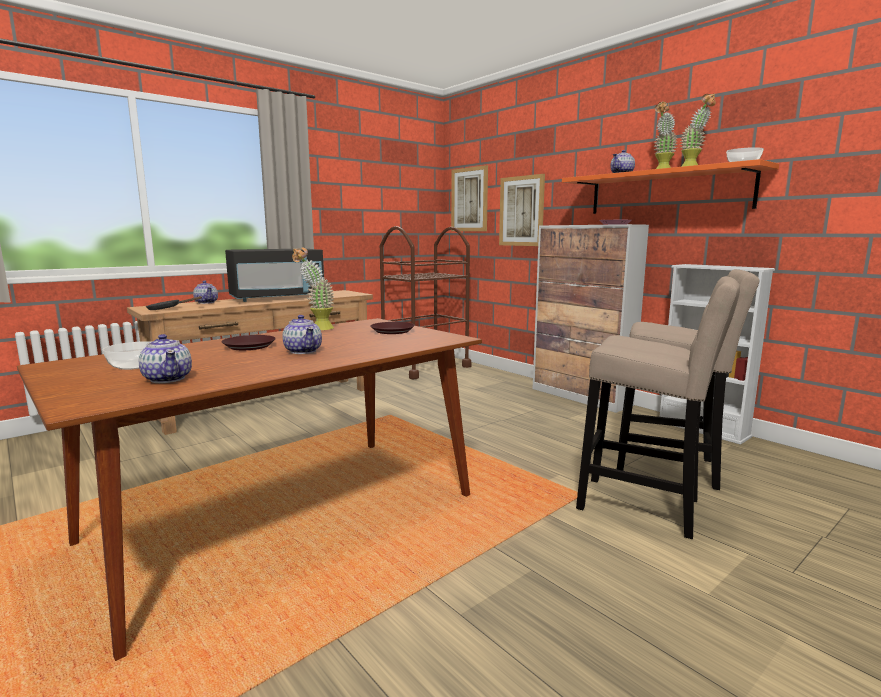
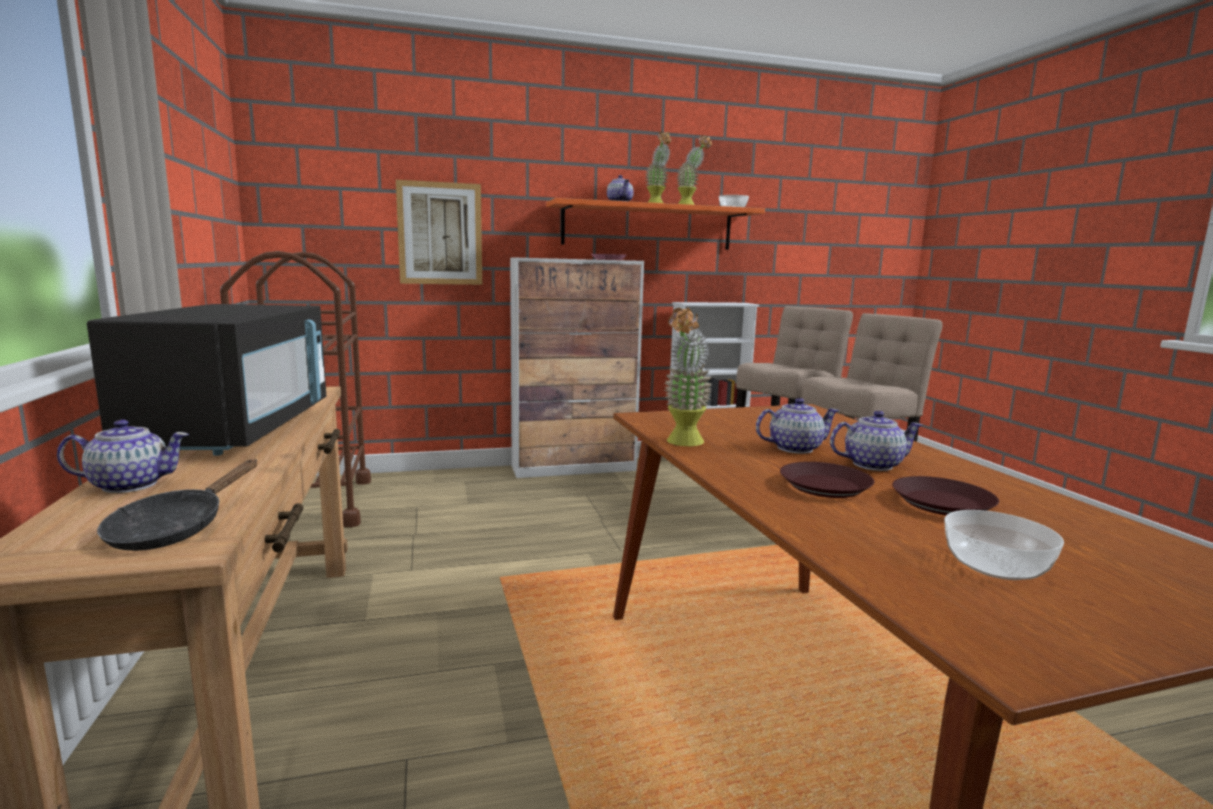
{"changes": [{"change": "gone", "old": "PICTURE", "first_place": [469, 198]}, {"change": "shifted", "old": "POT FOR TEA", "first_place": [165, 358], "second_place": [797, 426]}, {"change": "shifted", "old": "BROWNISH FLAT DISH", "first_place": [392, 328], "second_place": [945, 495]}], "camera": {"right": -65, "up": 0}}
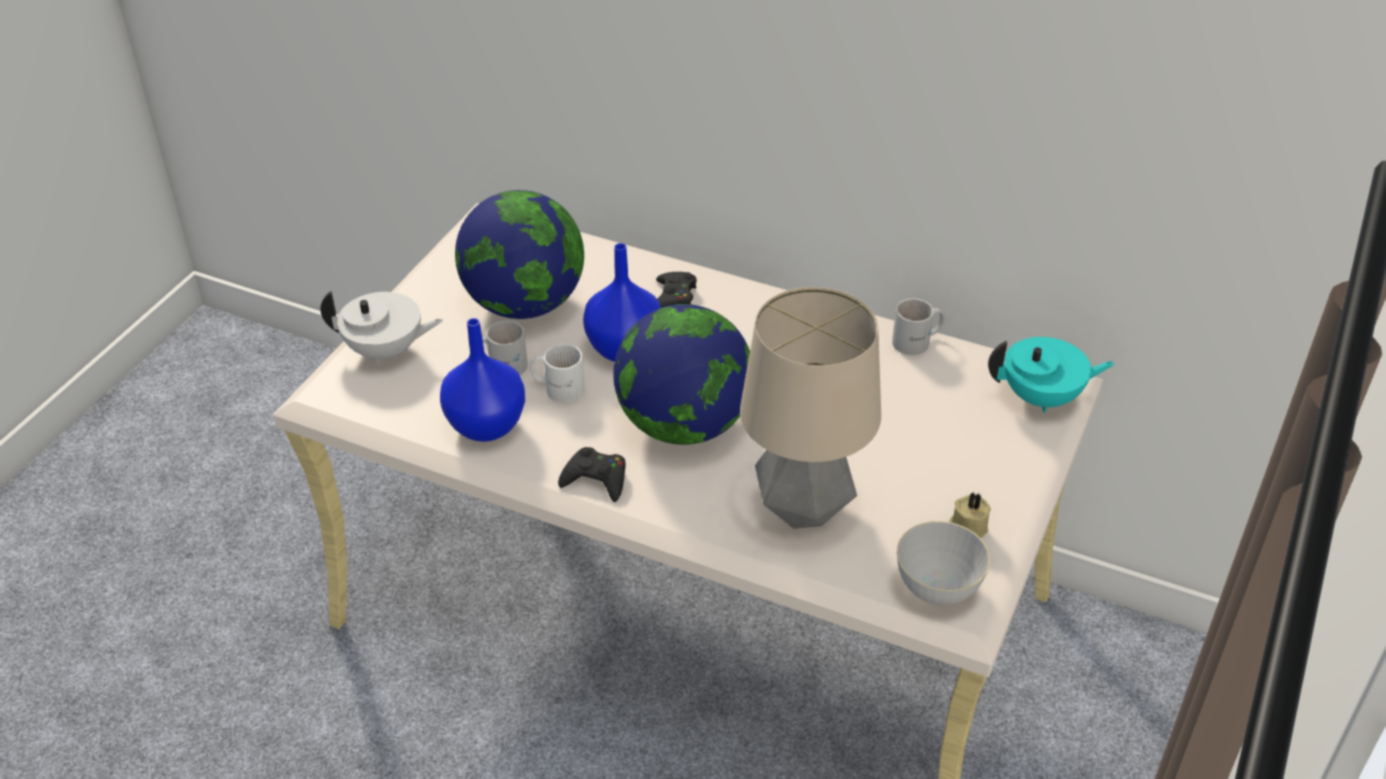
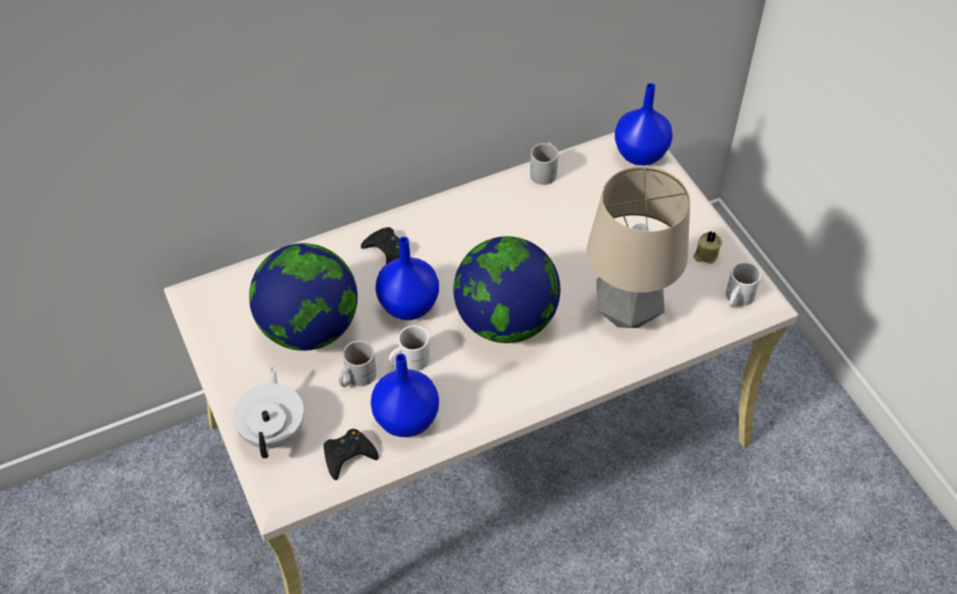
{"changes": [{"change": "shifted", "old": "BLACKISH GAME CONTROLLER", "first_place": [592, 474], "second_place": [351, 454]}, {"change": "swapped", "old": "GREY DEEP DISH", "new": "WHITE TEA MUG", "first_place": [943, 563], "second_place": [743, 285]}, {"change": "swapped", "old": "TURQUOISE-COLOURED POT FOR TEA", "new": "BLUE VASE", "first_place": [1051, 375], "second_place": [644, 124]}, {"change": "rotated", "old": "WHITE POT FOR TEA", "first_place": [381, 328], "second_place": [268, 412], "degrees": -45}], "camera": {"right": -50, "up": 10}}
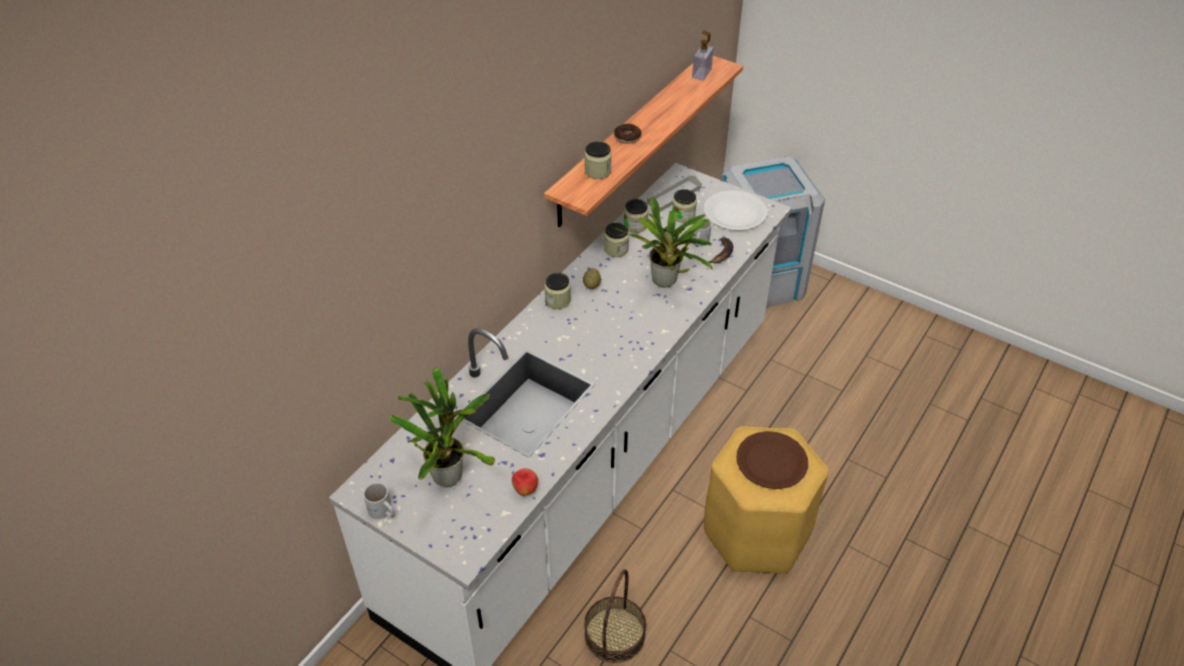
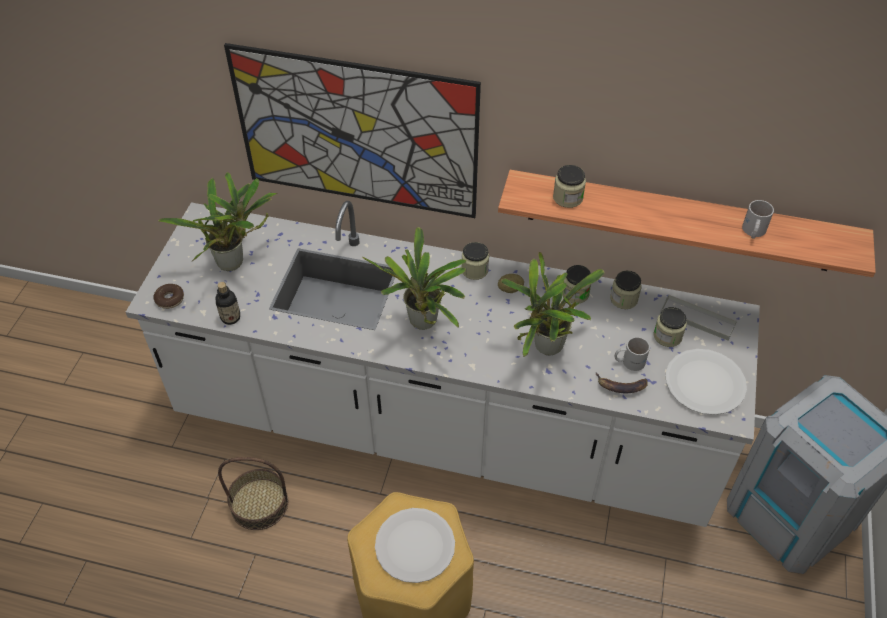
{"changes": [{"change": "gone", "old": "LIQUID SOAP BOTTLE", "first_place": [703, 55]}, {"change": "new", "new": "PICTURE", "second_place": [352, 130]}, {"change": "new", "new": "POTTED PLANT", "second_place": [414, 278]}, {"change": "shifted", "old": "WHITE TEA MUG", "first_place": [379, 501], "second_place": [758, 219]}, {"change": "shifted", "old": "DOUGHNUT", "first_place": [628, 134], "second_place": [168, 296]}, {"change": "swapped", "old": "WHOLE APPLE", "new": "DRINK BOTTLE", "first_place": [525, 482], "second_place": [227, 303]}, {"change": "repainted", "old": "BROWNISH FLAT DISH", "new": "WHITE FLAT DISH", "first_place": [772, 460], "second_place": [415, 545]}], "camera": {"right": 70, "up": 5}}
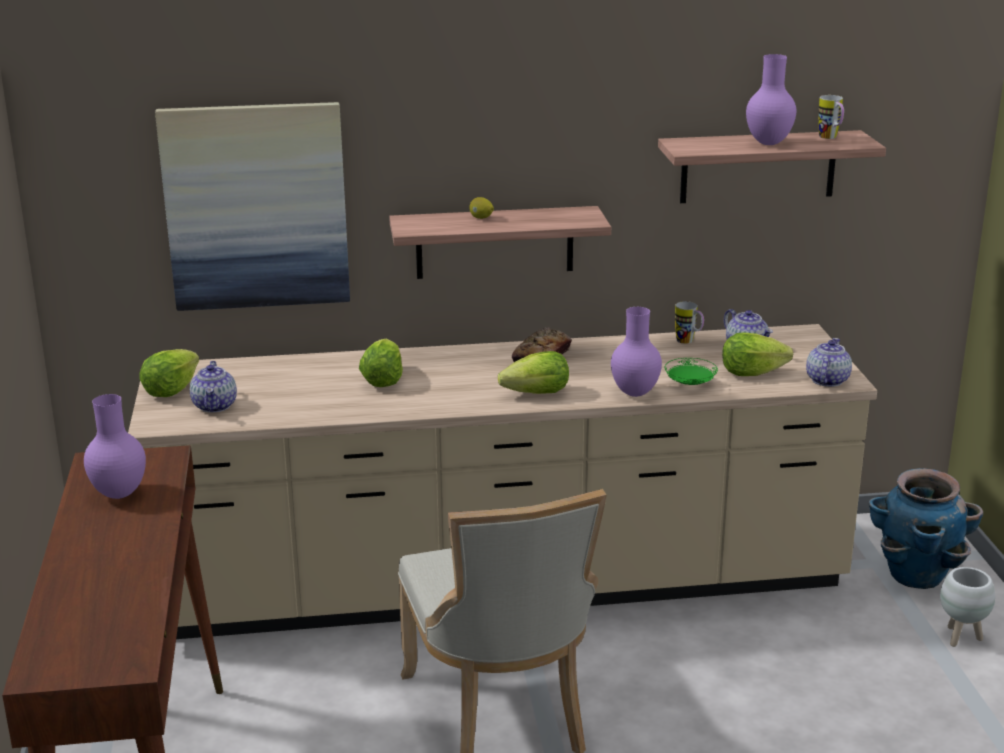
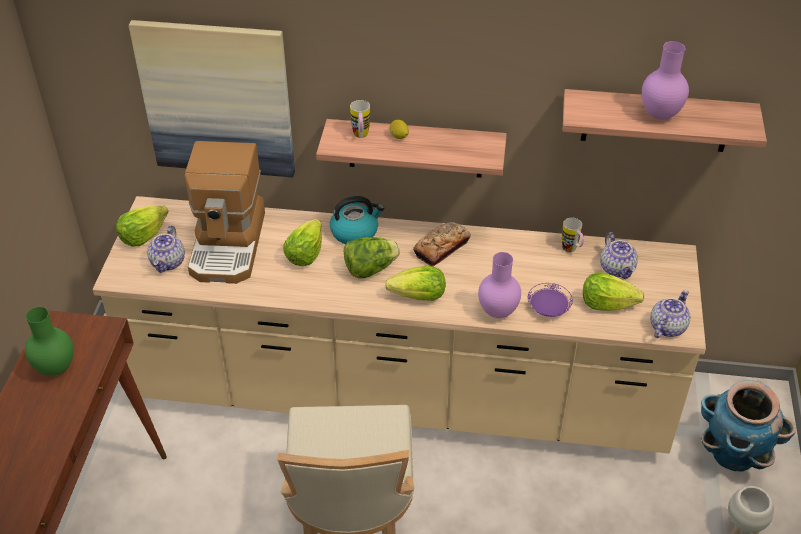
{"changes": [{"change": "new", "new": "COFFEE BREWER", "second_place": [224, 212]}, {"change": "new", "new": "KETTLE", "second_place": [357, 220]}, {"change": "new", "new": "LETTUCE HEAD", "second_place": [372, 258]}, {"change": "shifted", "old": "TEA MUG", "first_place": [831, 117], "second_place": [360, 119]}, {"change": "repainted", "old": "PURPLE-COLOURED VASE", "new": "GREEN VASE", "first_place": [115, 446], "second_place": [49, 341]}, {"change": "repainted", "old": "GREEN FLAT DISH", "new": "PURPLE-COLOURED FLAT DISH", "first_place": [691, 371], "second_place": [550, 300]}], "camera": {"right": 15, "up": 20}}
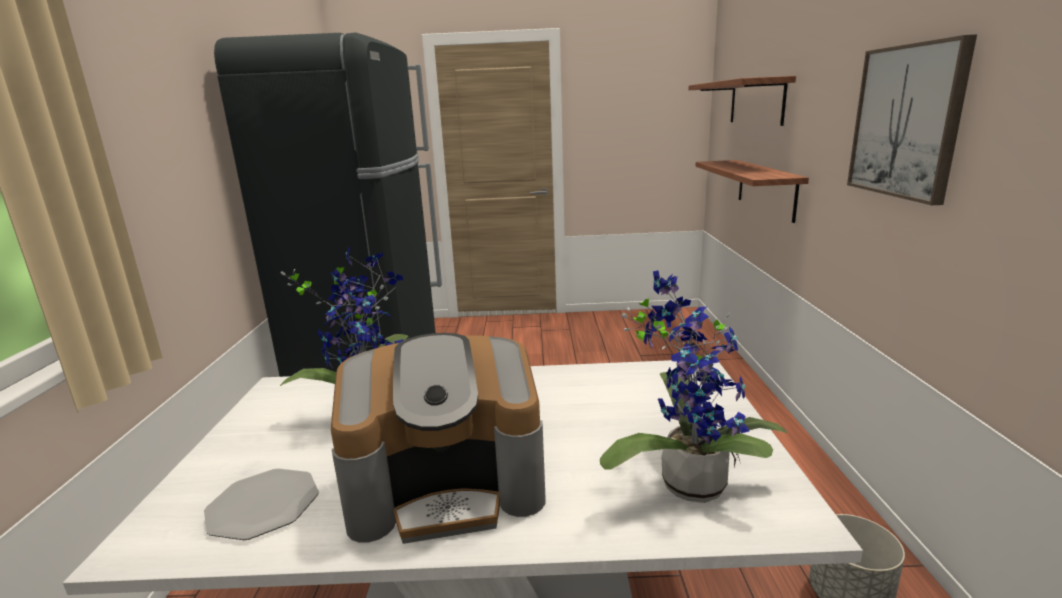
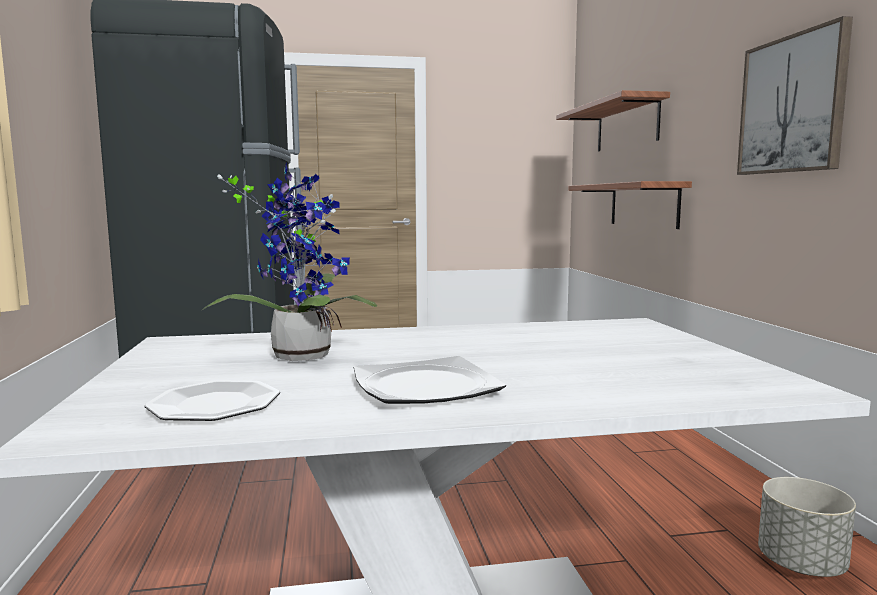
{"changes": [{"change": "gone", "old": "POTTED PLANT", "first_place": [693, 386]}, {"change": "swapped", "old": "COFFEE BREWER", "new": "FLAT DISH", "first_place": [438, 438], "second_place": [430, 380]}], "camera": {"right": -10, "up": -10}}
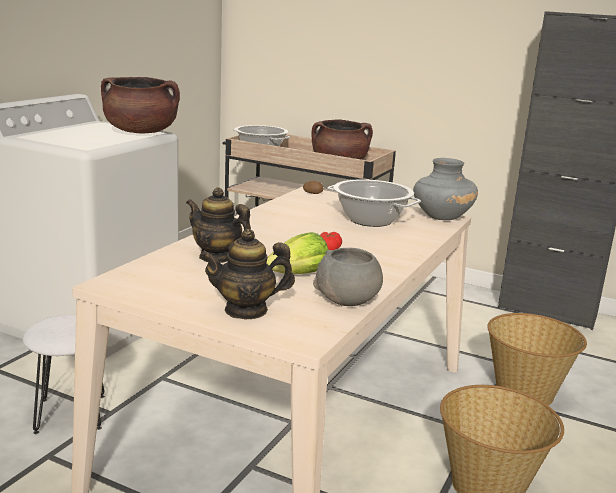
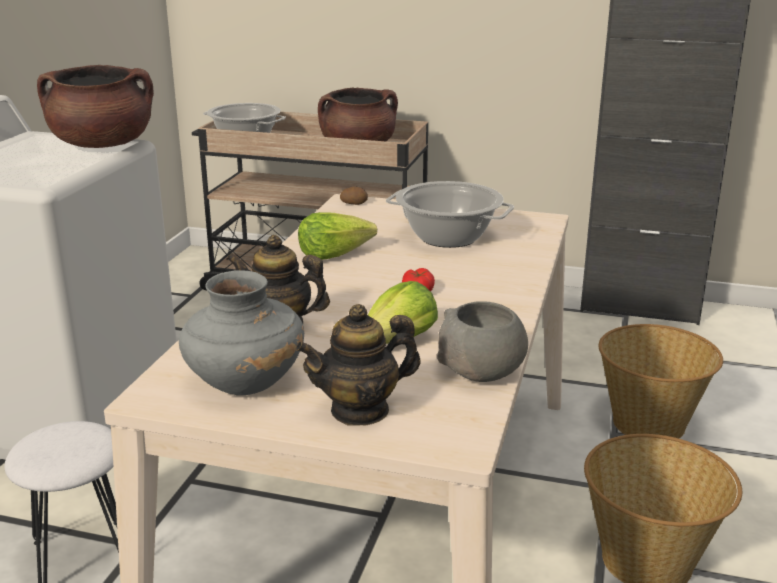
{"changes": [{"change": "new", "new": "LETTUCE HEAD", "second_place": [337, 236]}, {"change": "shifted", "old": "GREY VASE", "first_place": [445, 189], "second_place": [241, 333]}], "camera": {"right": -10, "up": 5}}
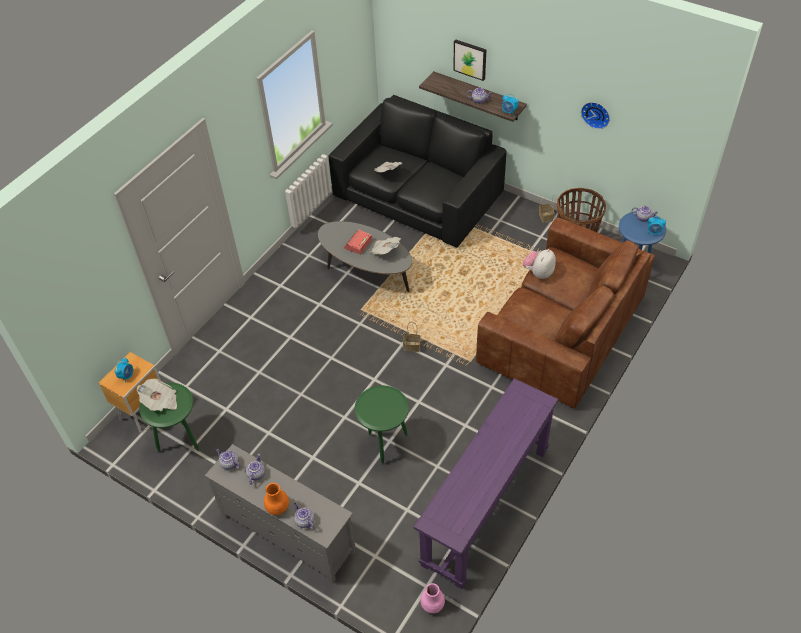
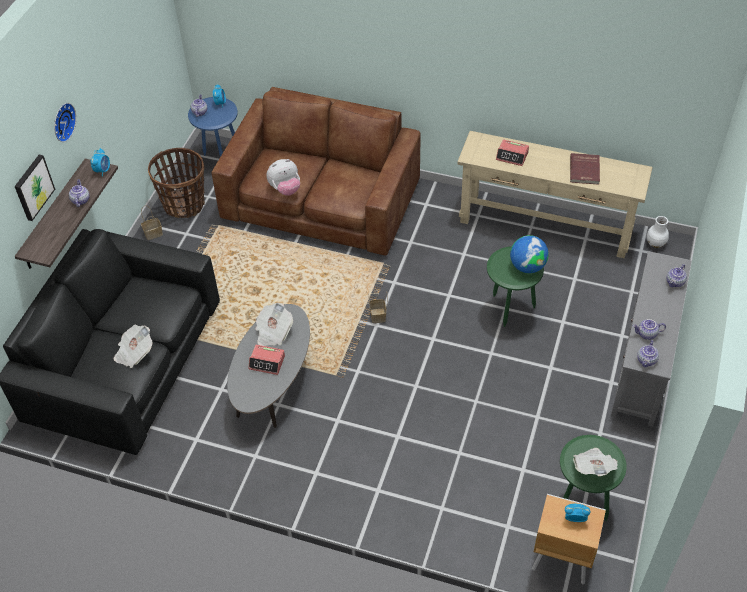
{"changes": [{"change": "gone", "old": "ORANGE-COLOURED VASE", "first_place": [276, 499]}, {"change": "new", "new": "ALARM CLOCK", "second_place": [512, 152]}, {"change": "new", "new": "DESK GLOBE", "second_place": [529, 254]}, {"change": "new", "new": "REDDISH BOUND BOOK", "second_place": [585, 169]}, {"change": "shifted", "old": "CLOCK ON THE WALL", "first_place": [595, 115], "second_place": [65, 122]}, {"change": "repainted", "old": "PURPLE-COLOURED NARROW TABLE", "new": "SAND-COLOURED NARROW TABLE", "first_place": [486, 483], "second_place": [555, 194]}, {"change": "repainted", "old": "PINK VASE", "new": "WHITE VASE", "first_place": [432, 598], "second_place": [657, 232]}, {"change": "rotated", "old": "SOFT TOY", "first_place": [539, 264], "second_place": [283, 177], "degrees": -45}], "camera": {"right": -105, "up": 0}}
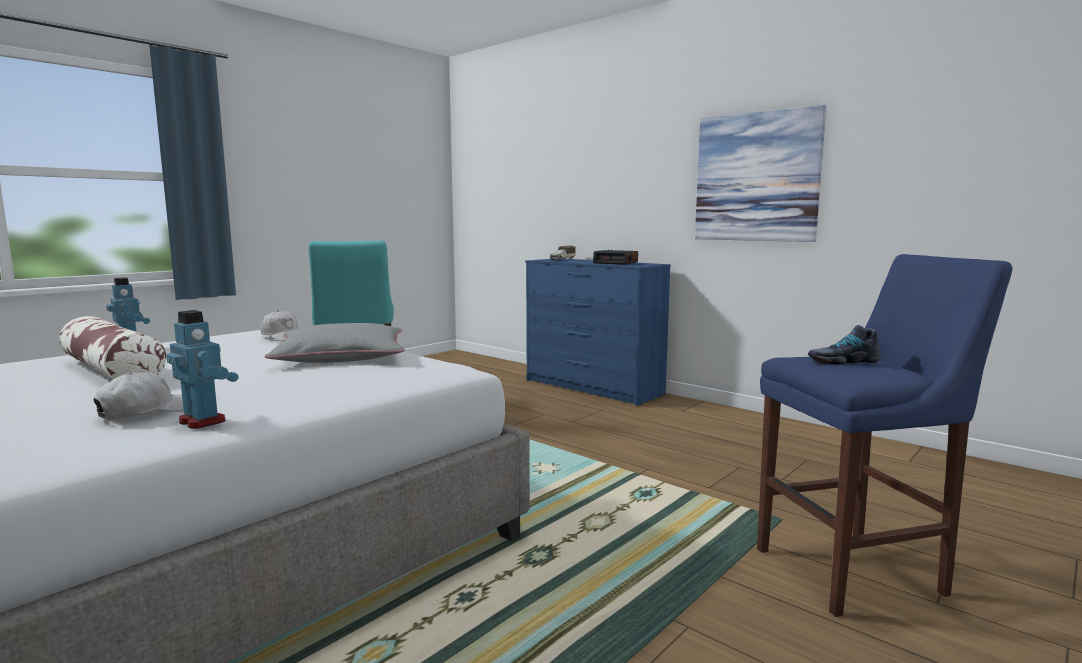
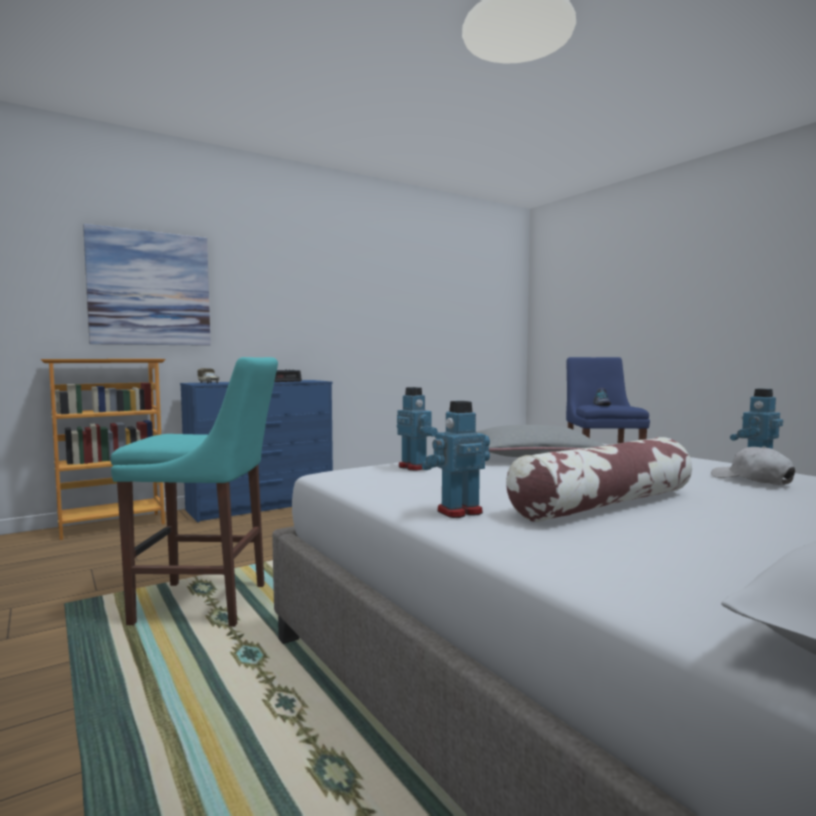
{"changes": [{"change": "new", "new": "BOOKSHELF", "second_place": [103, 449]}, {"change": "shifted", "old": "PICTURE", "first_place": [760, 173], "second_place": [147, 285]}, {"change": "swapped", "old": "WHITE CAP", "new": "MODEL ROBOT", "first_place": [279, 325], "second_place": [418, 429]}], "camera": {"right": -75, "up": -5}}
